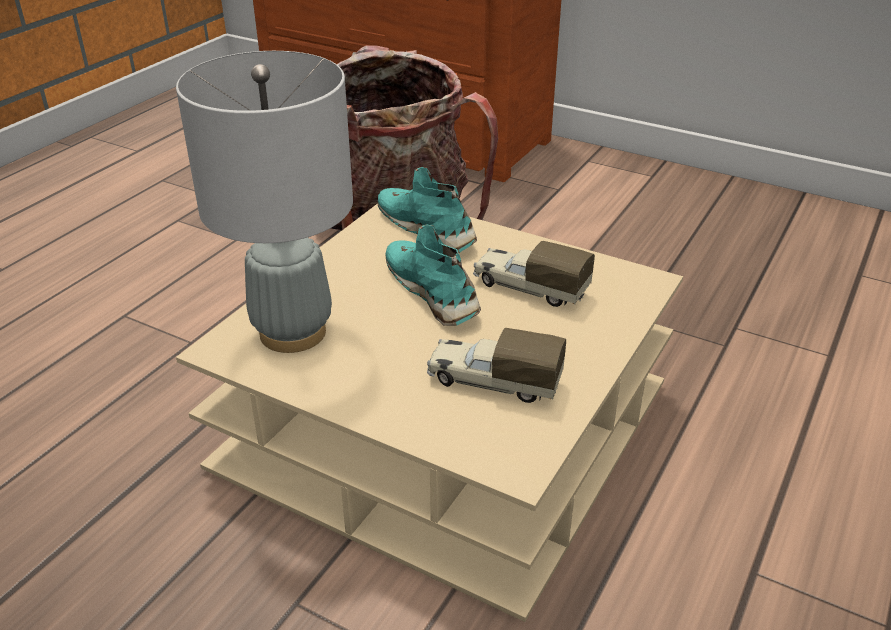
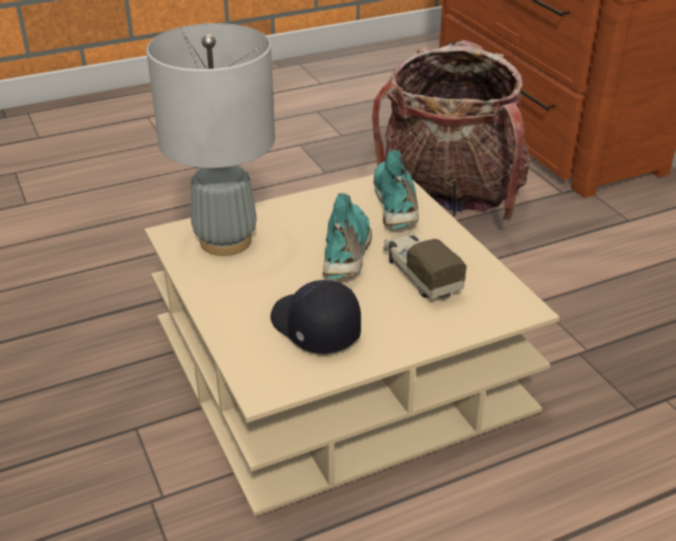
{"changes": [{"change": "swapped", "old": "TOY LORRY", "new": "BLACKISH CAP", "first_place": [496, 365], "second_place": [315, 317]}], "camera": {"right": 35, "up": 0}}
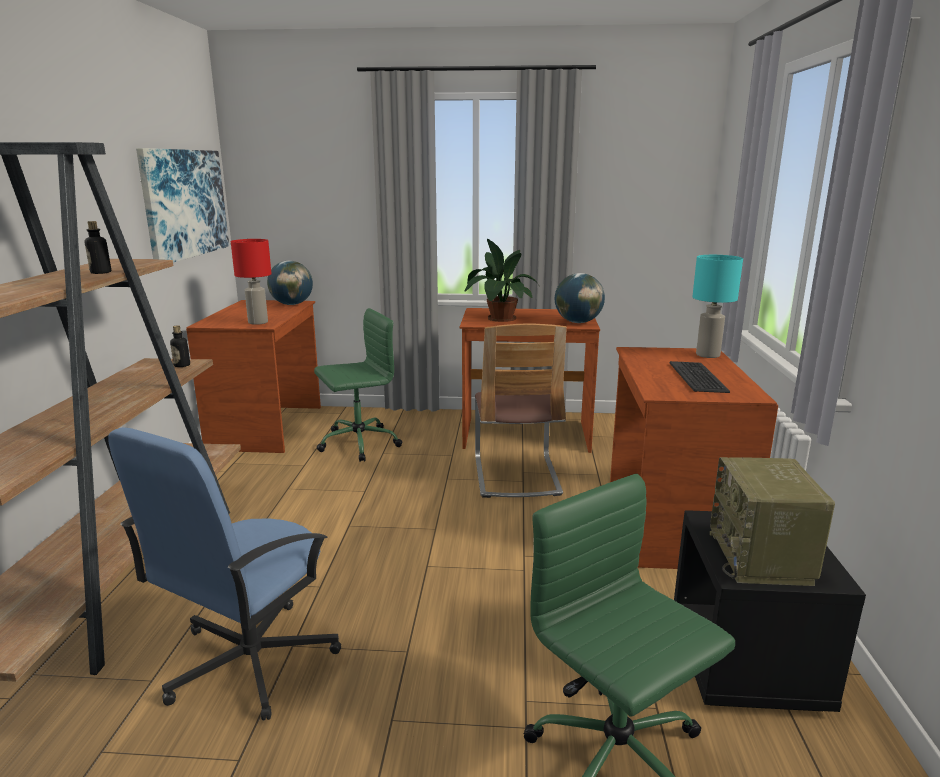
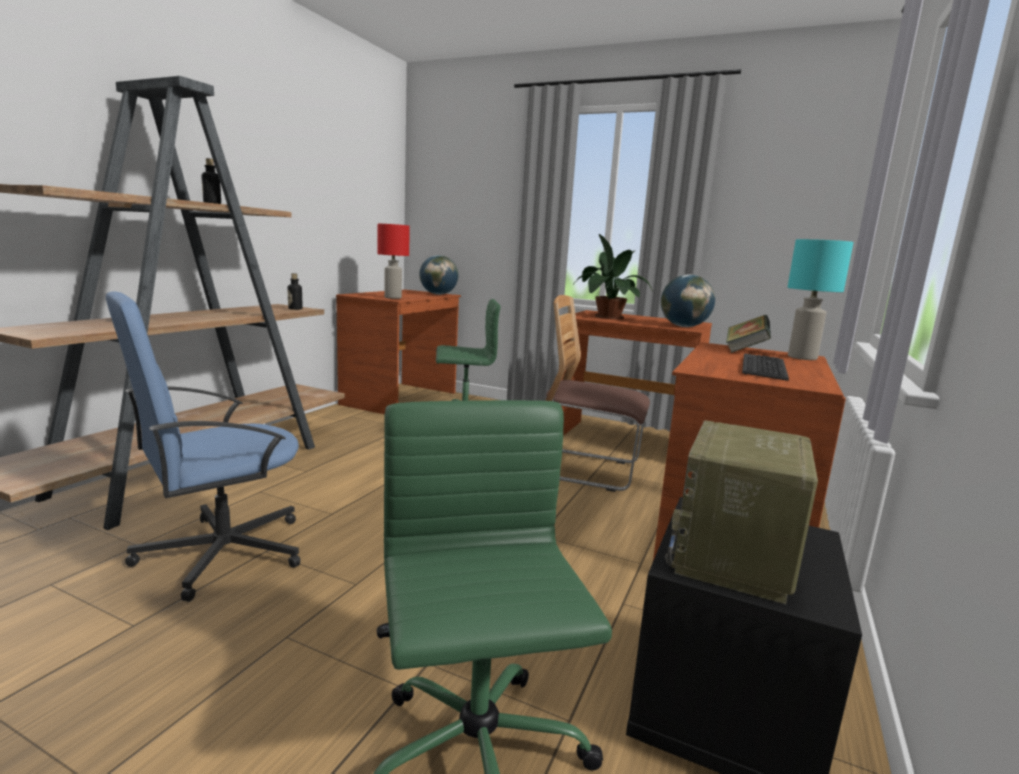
{"changes": [{"change": "gone", "old": "PICTURE", "first_place": [182, 205]}, {"change": "new", "new": "BOUND BOOK", "second_place": [748, 334]}, {"change": "rotated", "old": "PLAIN CHAIR", "first_place": [521, 410], "second_place": [597, 393], "degrees": 90}], "camera": {"right": 20, "up": -5}}
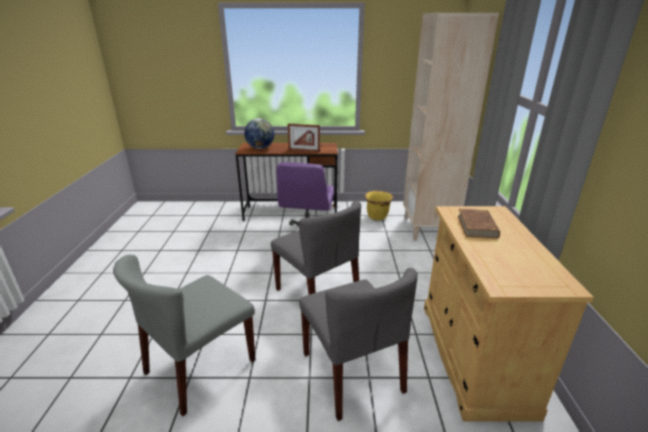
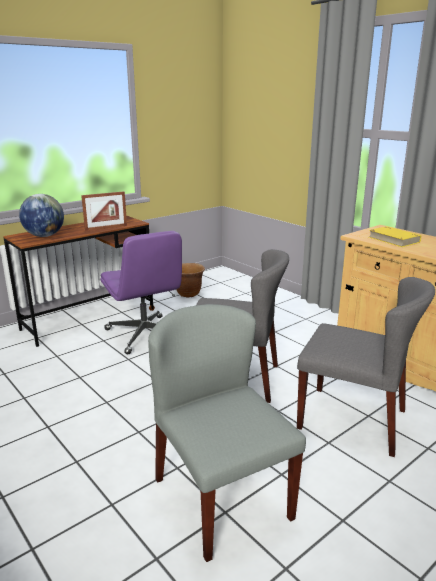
{"changes": [{"change": "gone", "old": "SAND-COLOURED BOOKSHELF", "first_place": [451, 127]}, {"change": "repainted", "old": "YELLOW PLANTER", "new": "BROWNISH PLANTER", "first_place": [379, 205], "second_place": [190, 280]}, {"change": "repainted", "old": "BROWNISH BOUND BOOK", "new": "YELLOW BOUND BOOK", "first_place": [479, 224], "second_place": [395, 236]}, {"change": "rotated", "old": "GREY PLAIN CHAIR", "first_place": [184, 335], "second_place": [227, 433], "degrees": 150}], "camera": {"right": -40, "up": -5}}
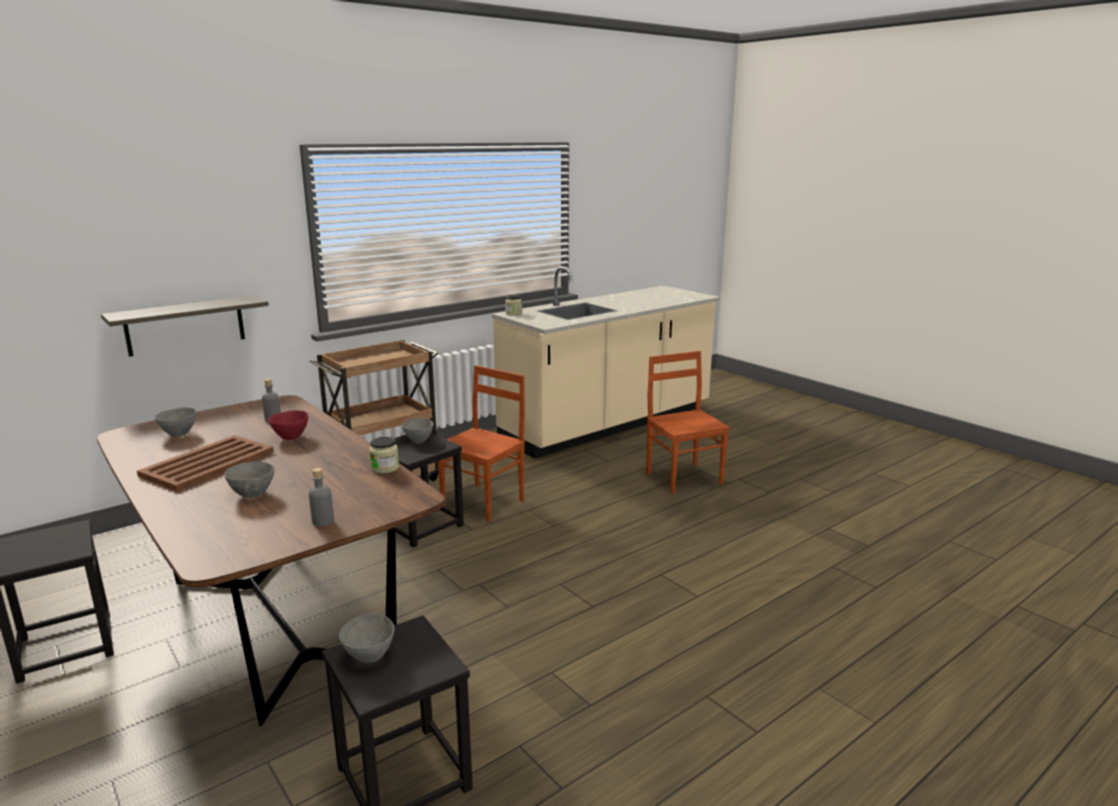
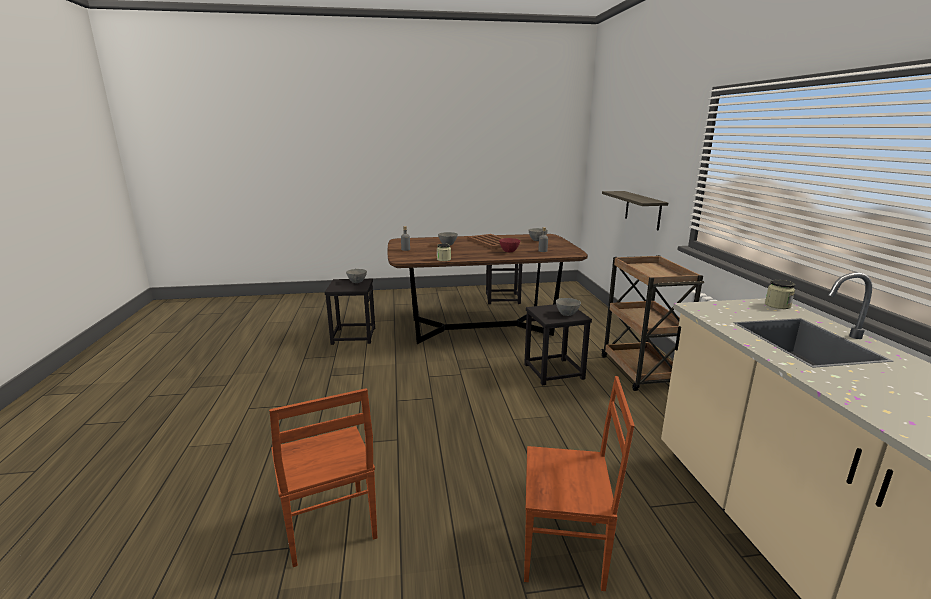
{"changes": [{"change": "shifted", "old": "BROWNISH PLAIN CHAIR", "first_place": [481, 443], "second_place": [323, 477]}], "camera": {"right": 120, "up": 0}}
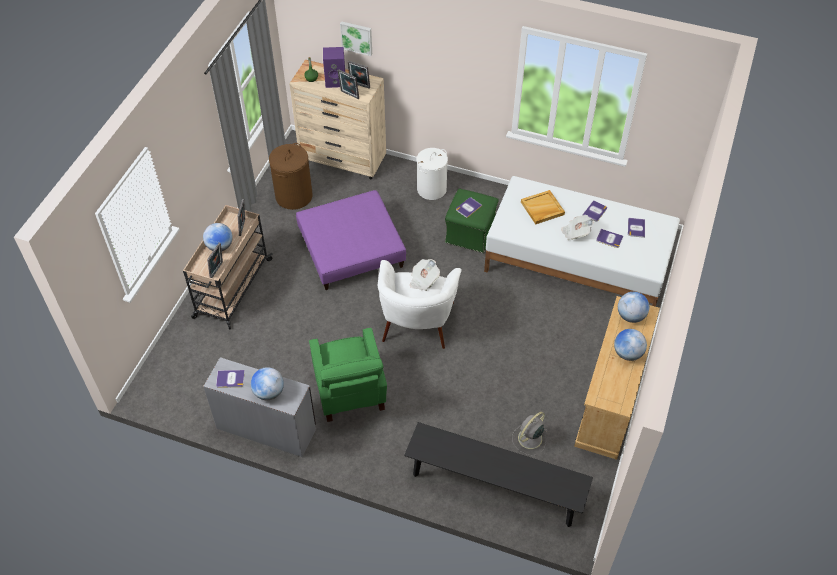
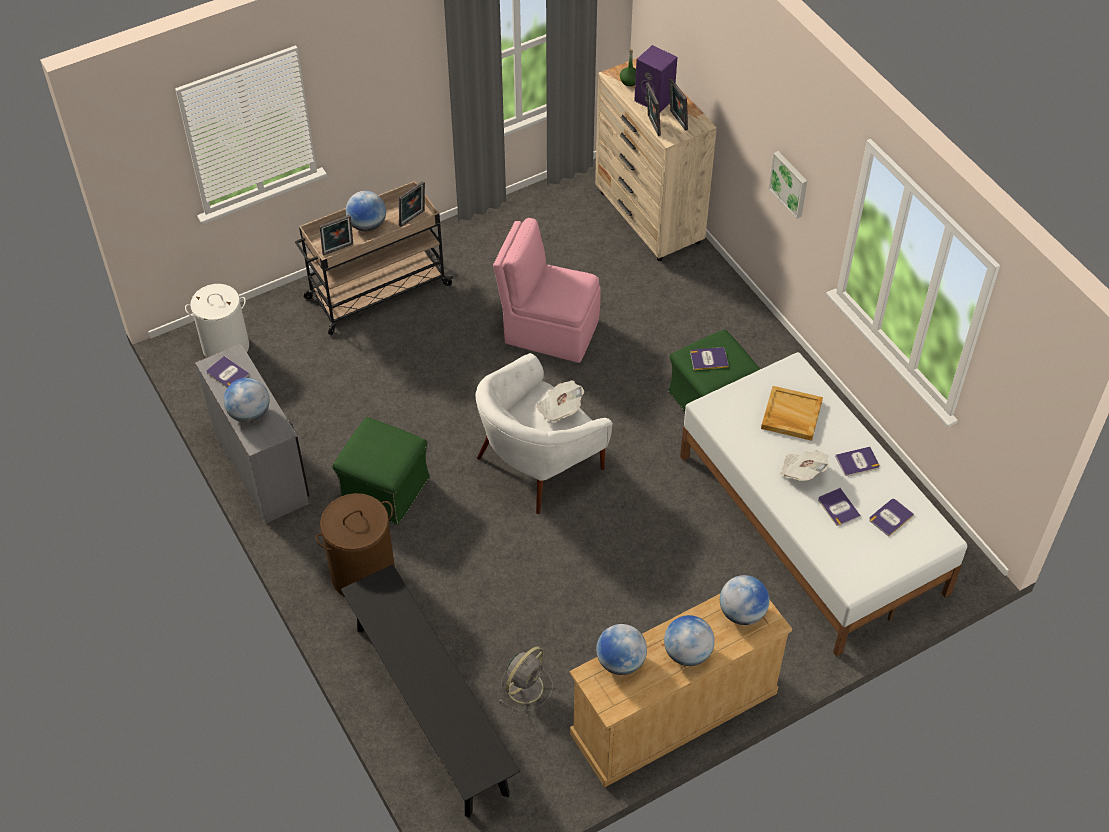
{"changes": [{"change": "new", "new": "DESK GLOBE", "second_place": [621, 649]}, {"change": "shifted", "old": "BROWNISH LAUNDRY BASKET", "first_place": [290, 176], "second_place": [355, 545]}, {"change": "shifted", "old": "PICTURE", "first_place": [356, 38], "second_place": [787, 185]}, {"change": "shifted", "old": "WHITE LAUNDRY BASKET", "first_place": [432, 174], "second_place": [217, 321]}, {"change": "swapped", "old": "PURPLE-COLOURED OTTOMAN", "new": "PINK PLAIN CHAIR", "first_place": [351, 240], "second_place": [546, 290]}, {"change": "swapped", "old": "GREEN ARMCHAIR", "new": "GREEN OTTOMAN", "first_place": [348, 375], "second_place": [381, 471]}, {"change": "rotated", "old": "GREY FAN", "first_place": [529, 434], "second_place": [526, 679], "degrees": 135}], "camera": {"right": 40, "up": 0}}
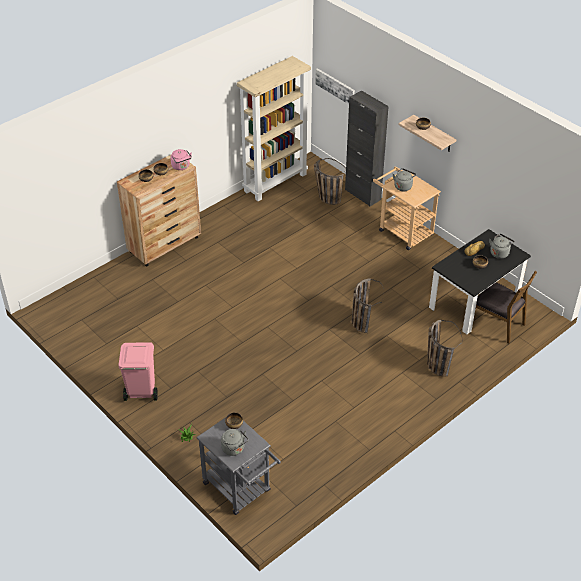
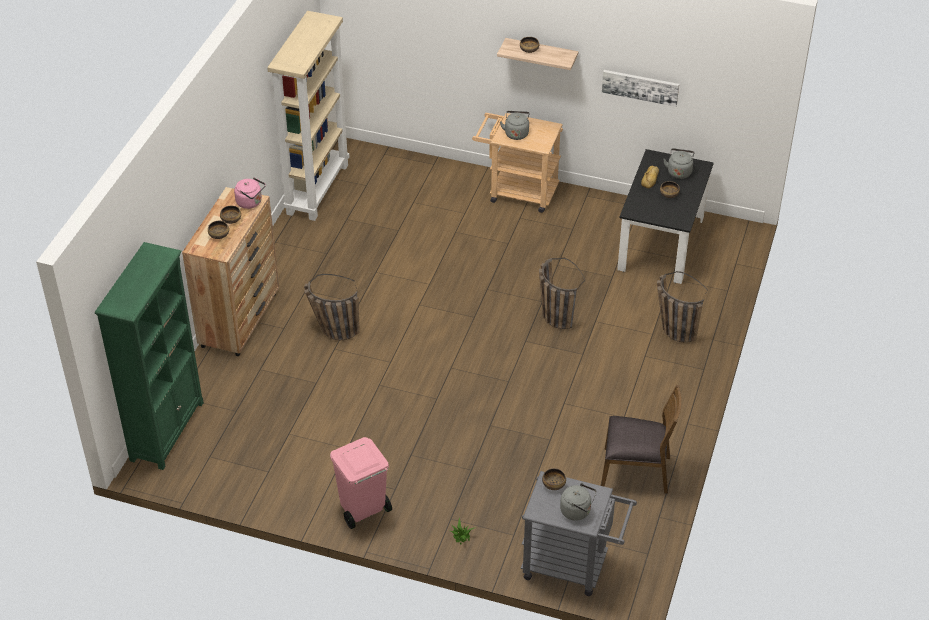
{"changes": [{"change": "gone", "old": "BLACKISH CUPBOARD", "first_place": [367, 148]}, {"change": "new", "new": "GREEN BOOKSHELF", "second_place": [149, 356]}, {"change": "shifted", "old": "BASKET", "first_place": [330, 181], "second_place": [332, 307]}, {"change": "shifted", "old": "PICTURE", "first_place": [335, 86], "second_place": [640, 88]}, {"change": "shifted", "old": "BROWNISH PLAIN CHAIR", "first_place": [506, 307], "second_place": [641, 439]}], "camera": {"right": -30, "up": 0}}
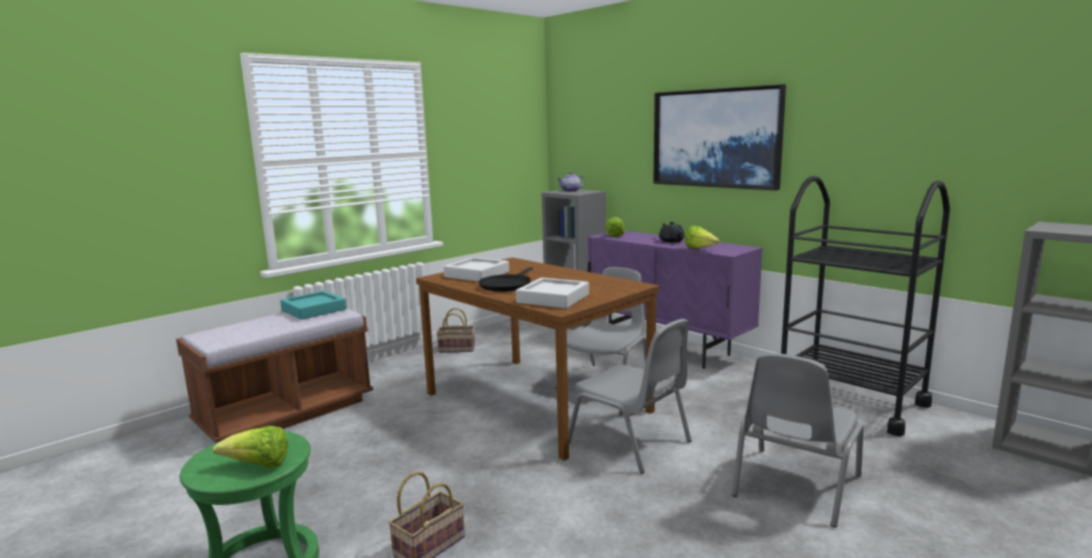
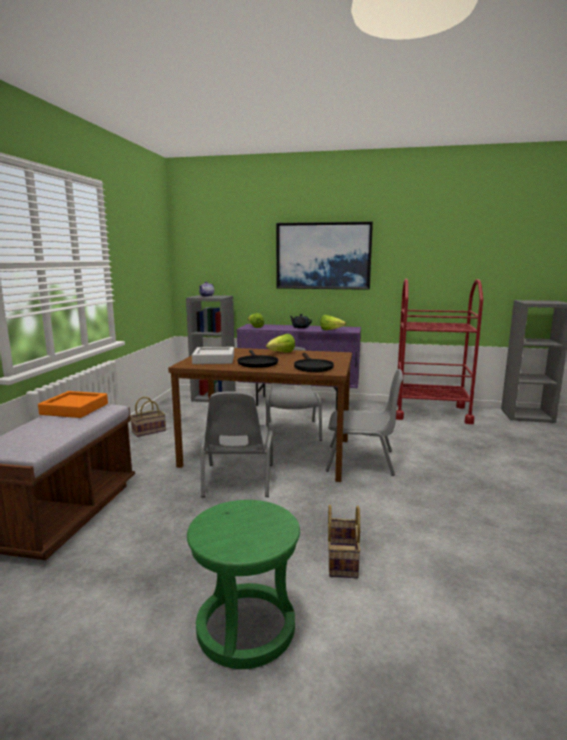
{"changes": [{"change": "shifted", "old": "LETTUCE HEAD", "first_place": [250, 447], "second_place": [280, 343]}, {"change": "shifted", "old": "GREY PLAIN CHAIR", "first_place": [798, 440], "second_place": [237, 444]}, {"change": "swapped", "old": "GREY CARRYING TRAY", "new": "BLACKISH FRYING PAN", "first_place": [552, 293], "second_place": [314, 362]}, {"change": "repainted", "old": "TURQUOISE-COLOURED CARRYING TRAY", "new": "ORANGE-COLOURED CARRYING TRAY", "first_place": [313, 305], "second_place": [73, 404]}, {"change": "repainted", "old": "BLACKISH WHEELED CART", "new": "REDDISH WHEELED CART", "first_place": [865, 306], "second_place": [439, 351]}], "camera": {"right": -35, "up": 0}}
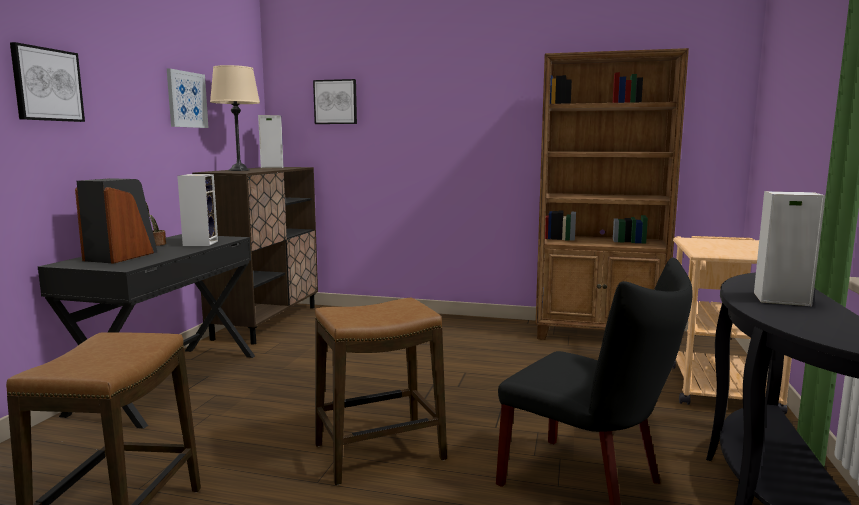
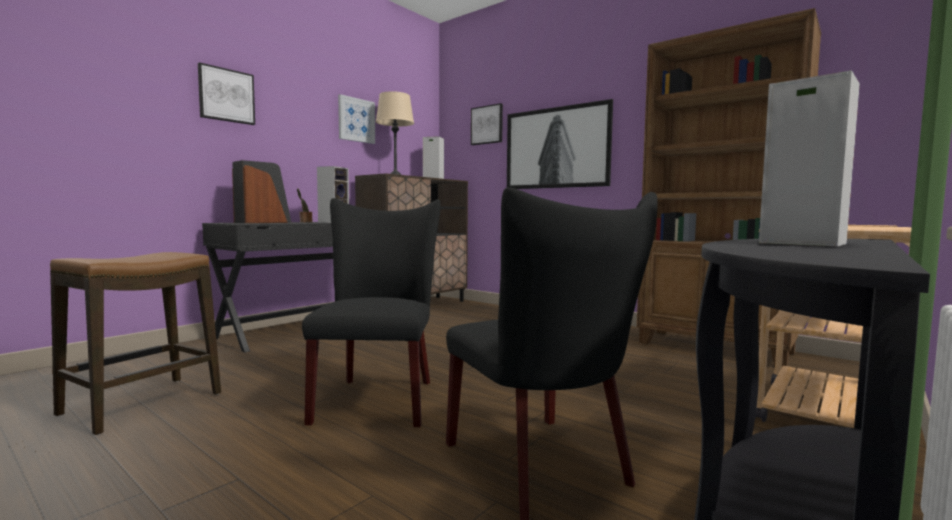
{"changes": [{"change": "new", "new": "PICTURE", "second_place": [560, 144]}, {"change": "swapped", "old": "SITTING STOOL", "new": "BLACKISH PLAIN CHAIR", "first_place": [381, 391], "second_place": [371, 312]}], "camera": {"right": 25, "up": -5}}
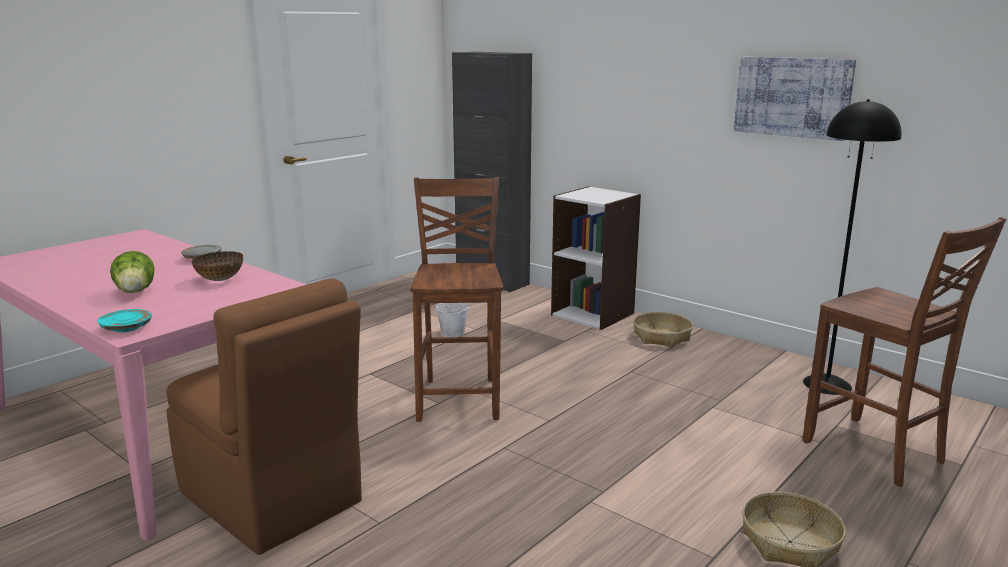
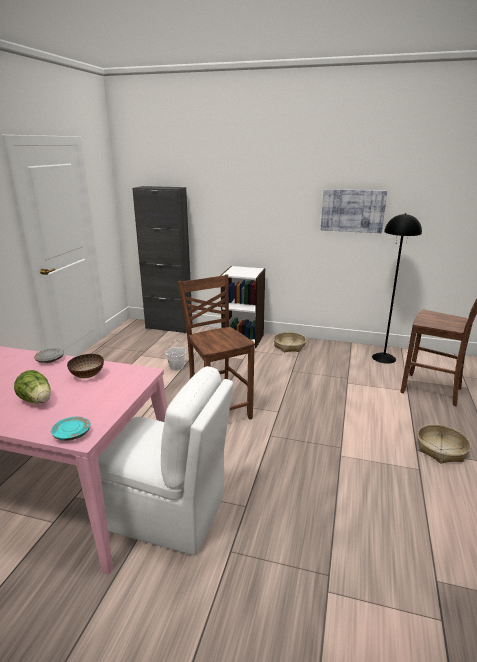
{"changes": [{"change": "repainted", "old": "BROWNISH PLAIN CHAIR", "new": "WHITE PLAIN CHAIR", "first_place": [264, 416], "second_place": [165, 460]}], "camera": {"right": -25, "up": 5}}
